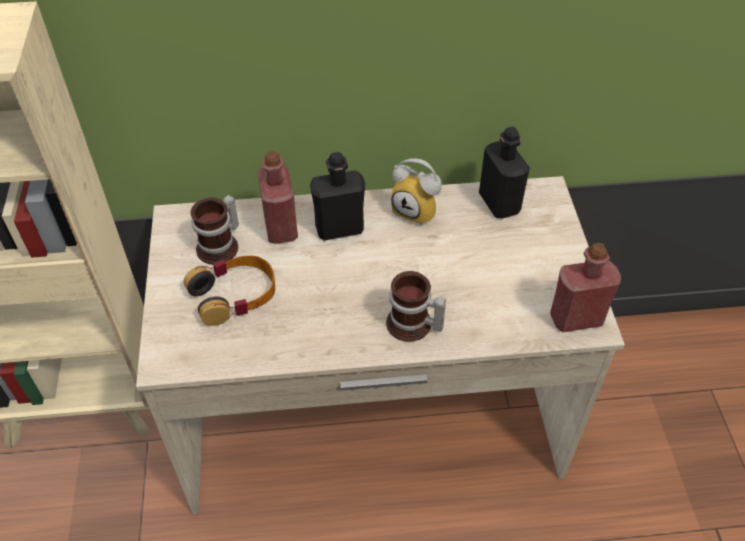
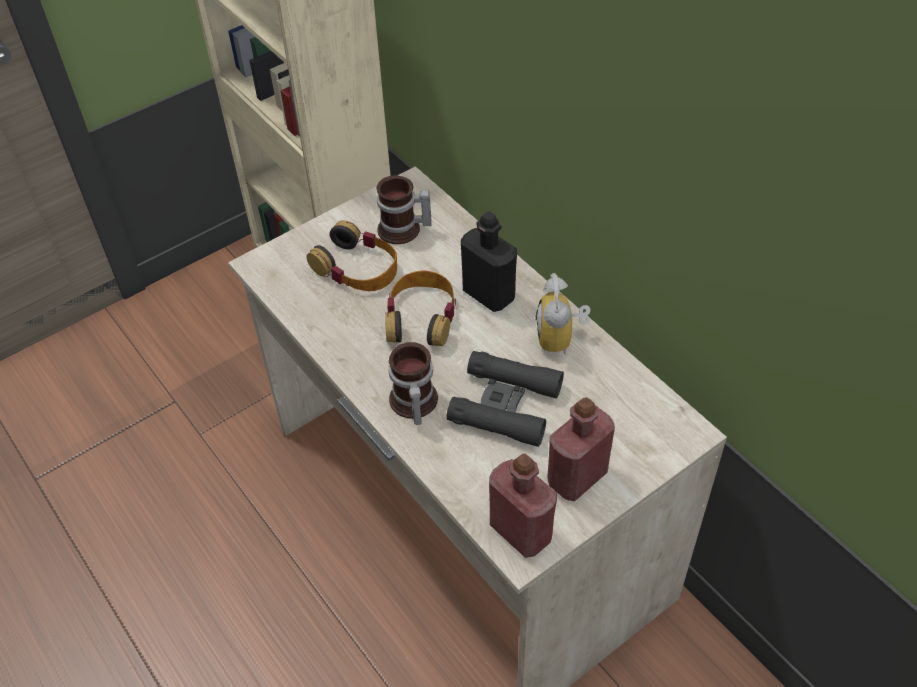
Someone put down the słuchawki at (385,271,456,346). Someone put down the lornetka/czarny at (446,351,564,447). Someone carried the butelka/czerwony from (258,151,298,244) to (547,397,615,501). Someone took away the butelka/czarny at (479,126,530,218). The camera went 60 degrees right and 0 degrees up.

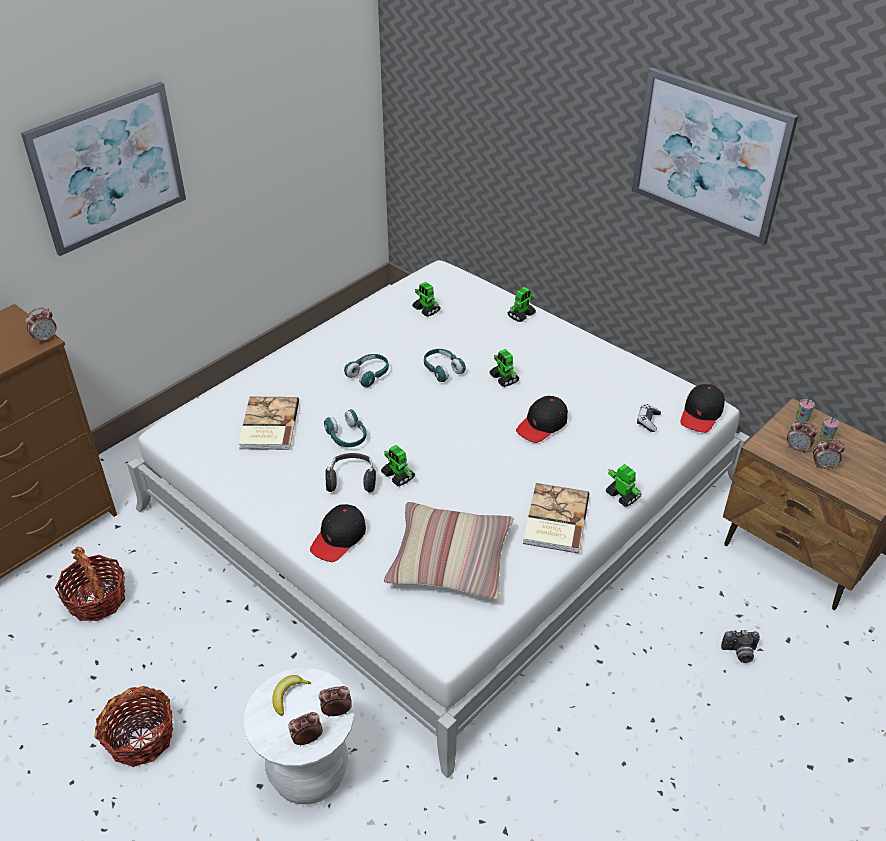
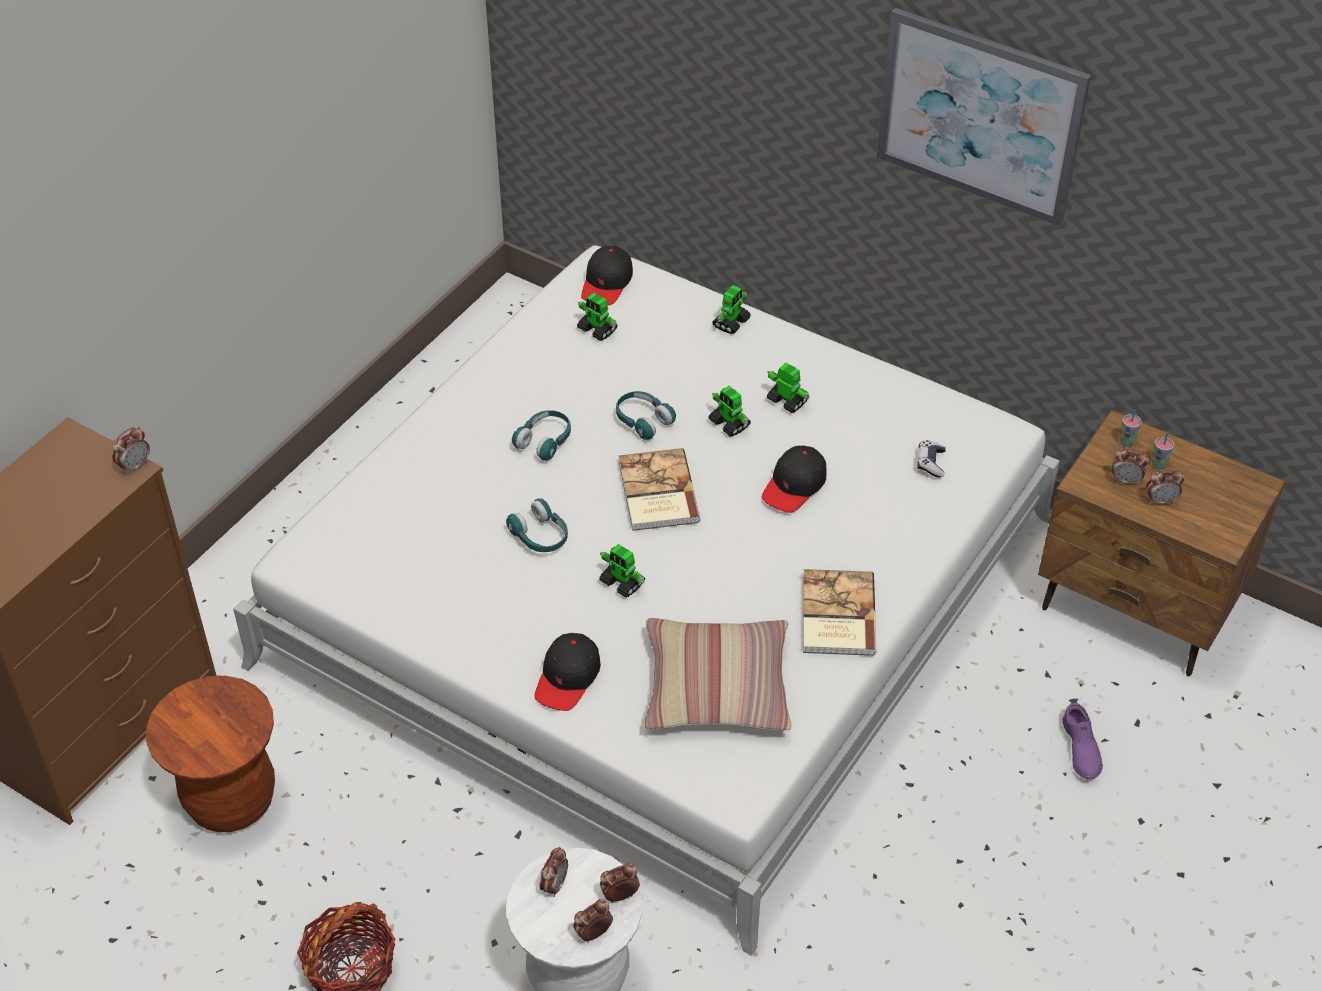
Someone swapped the koszyk at (55,547,125,621) for the stołek/brązowy at (146,676,275,832). Someone swapped the banan at (272,675,311,716) for the budzik at (540,847,568,897). Someone carried the czapka z daszkiem/czarny from (680,384,725,433) to (581,246,633,305). Someone carried the książka from (238,397,299,450) to (619,448,701,531). Someone carried the robot zabawkowy from (606,464,642,507) to (767,363,810,413). Someone swapped the aparat fotograficzny at (721,630,760,663) for the but/fioletowy at (1063,699,1103,779). Someone took away the obraz at (21,82,186,256). Someone took away the słuchawki at (325,453,376,493). The camera went 10 degrees left and 5 degrees up.

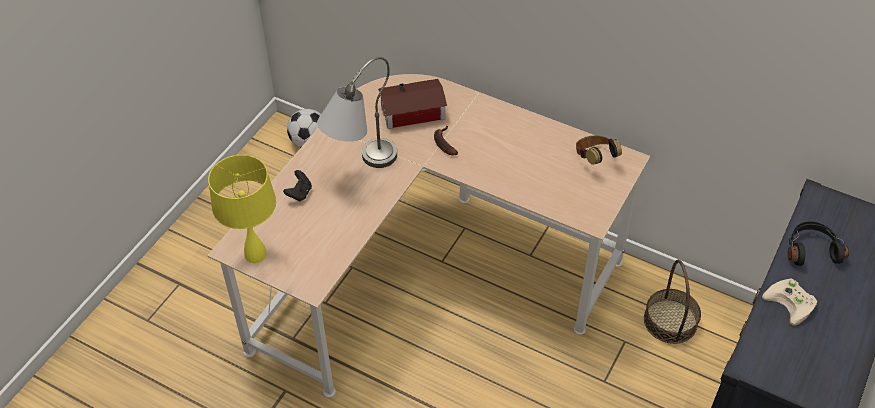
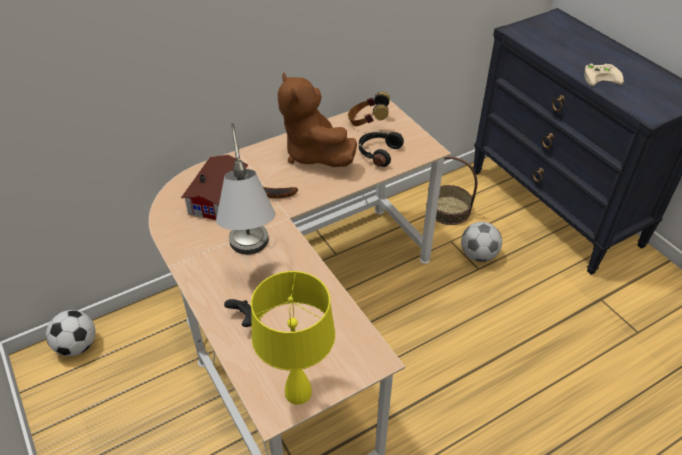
Someone put down the pluszak/brązowy at (278,72,357,167). Someone carried the słuchawki/czarny from (788,221,849,266) to (359,131,404,167). Someone put down the piłka futbolowa at (461,222,502,262). The camera went 60 degrees left and 5 degrees down.

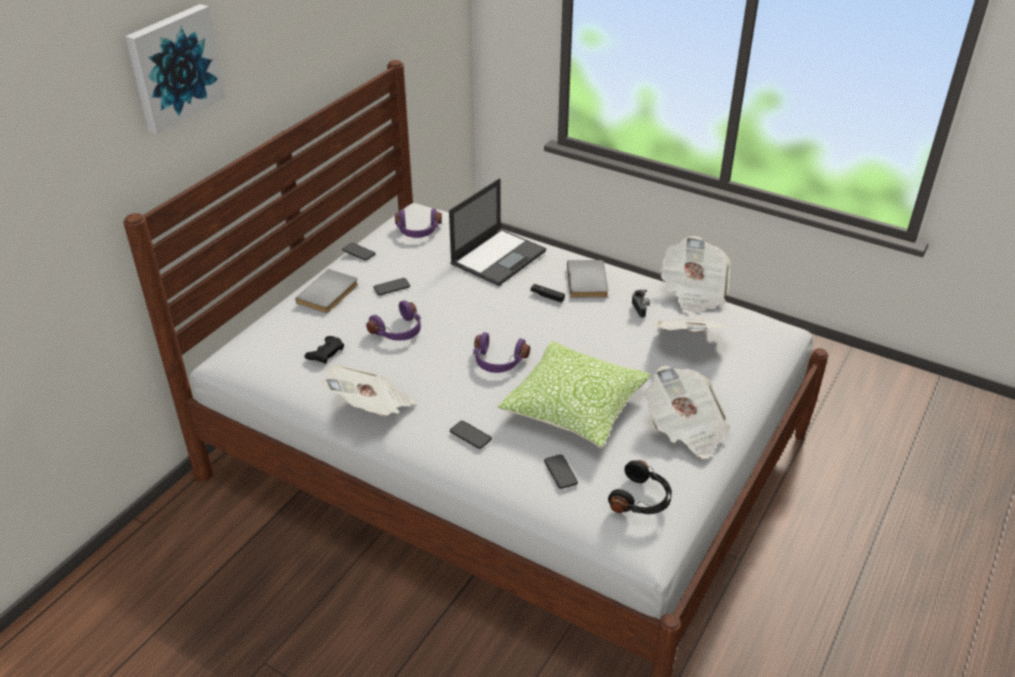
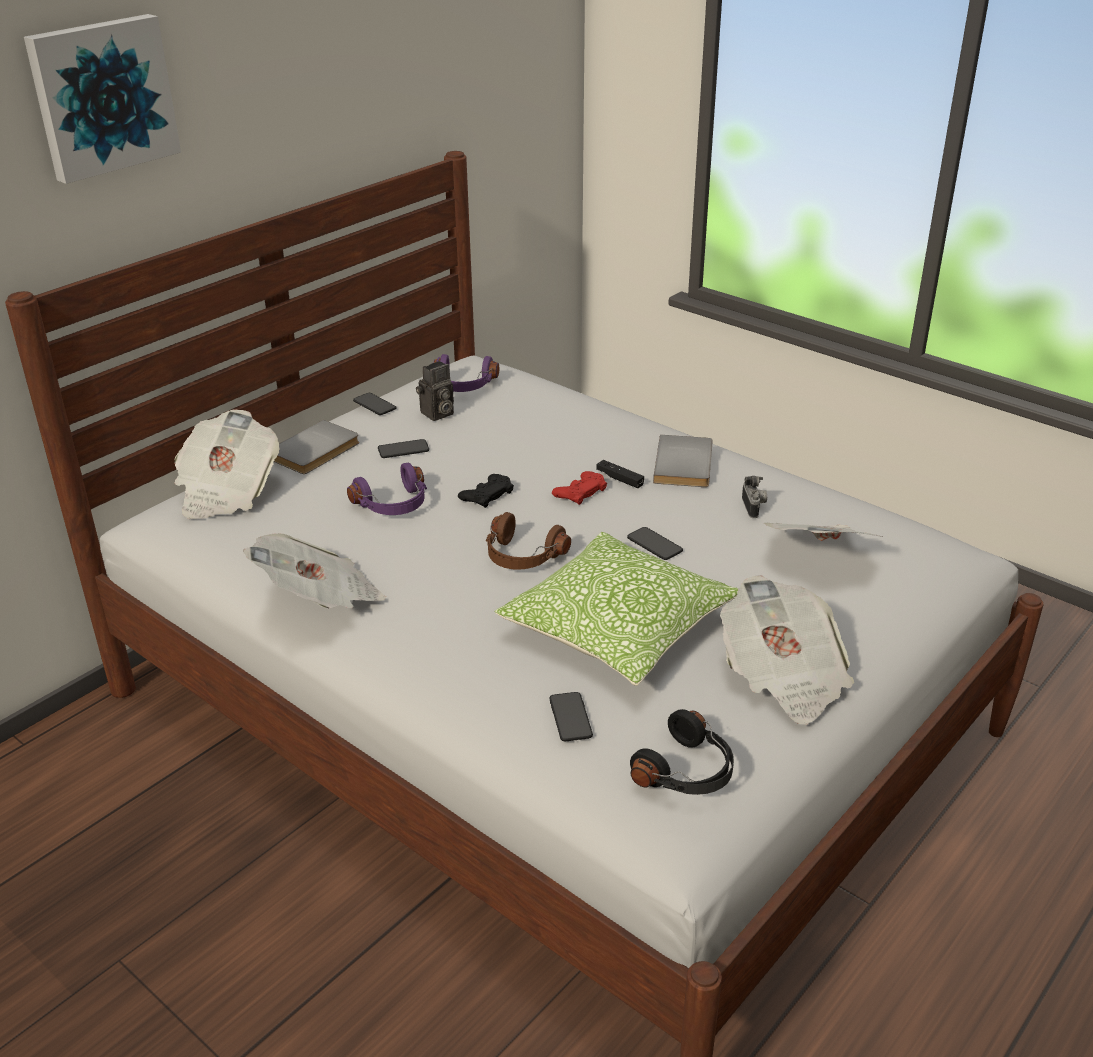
Someone carried the gazeta from (660,236,731,314) to (174,409,279,519). Someone put down the aparat fotograficzny at (416,361,454,421). Someone carried the pad do gier/czarny from (304,336,344,364) to (458,474,514,508). Someone repainted the słuchawki/fioletowy at (473,332,530,373), which became the słuchawki/brązowy at (486,512,571,570). Someone put down the pad do gier/czerwony at (552,471,607,505). Someone carried the telefon from (450,421,492,449) to (627,527,683,560). Someone took away the laptop at (449,178,546,286). The camera went 10 degrees right and 5 degrees down.

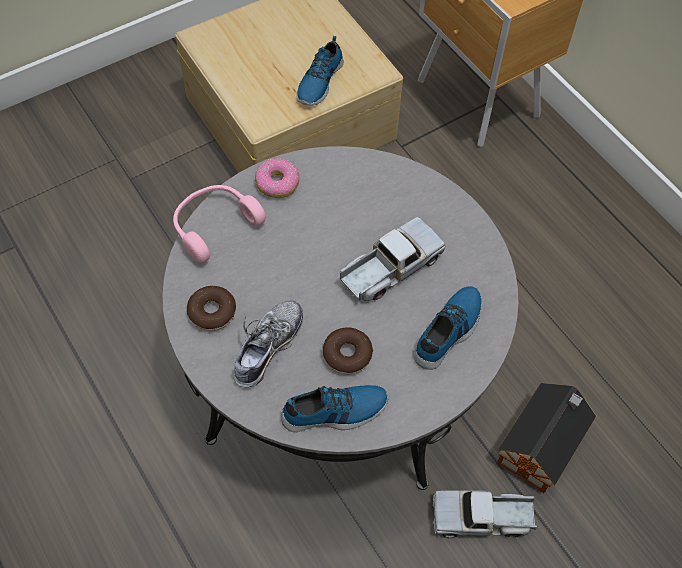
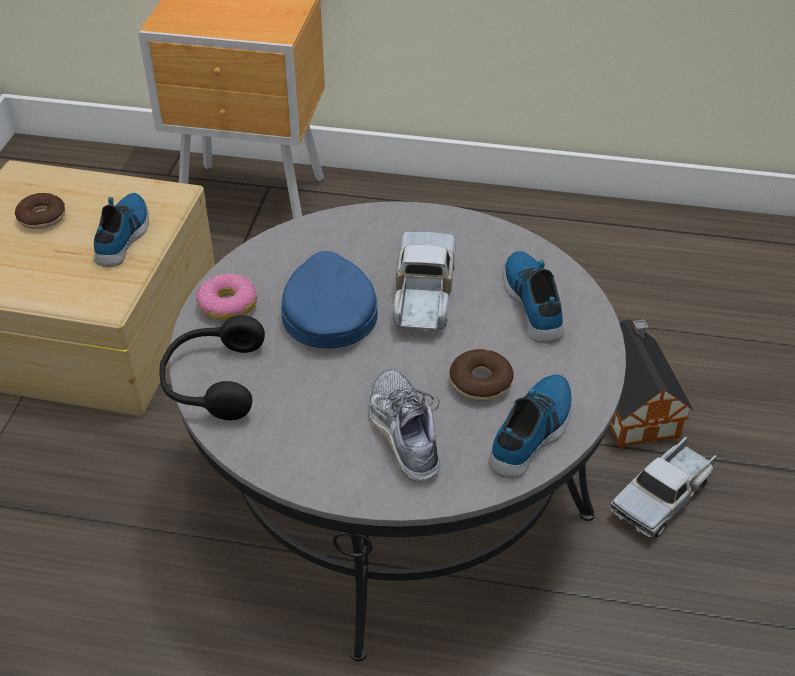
Someone carried the donut from (187,286,236,331) to (15,193,65,229). Someone rotated the but at (297,36,344,106) by 150 degrees counterclockwise. Someone repainted the słuchawki/różowy at (173,185,266,263), which became the słuchawki/czarny at (159,315,265,420). Someone put down the czapka z daszkiem/niebieski at (281,251,378,349). The camera went 45 degrees left and 15 degrees down.

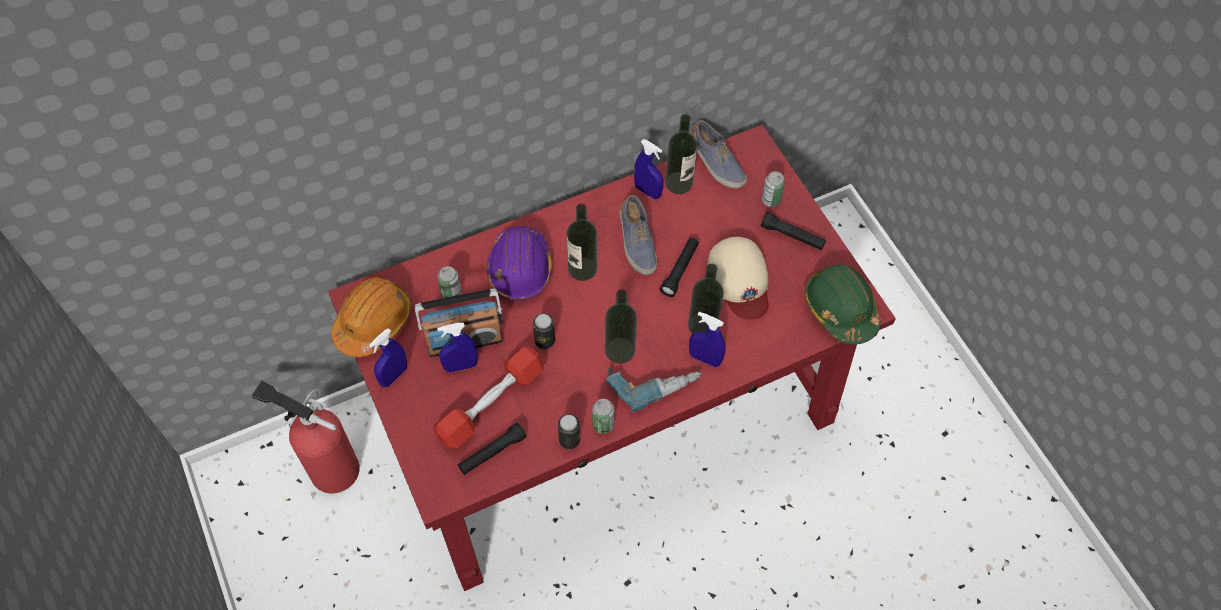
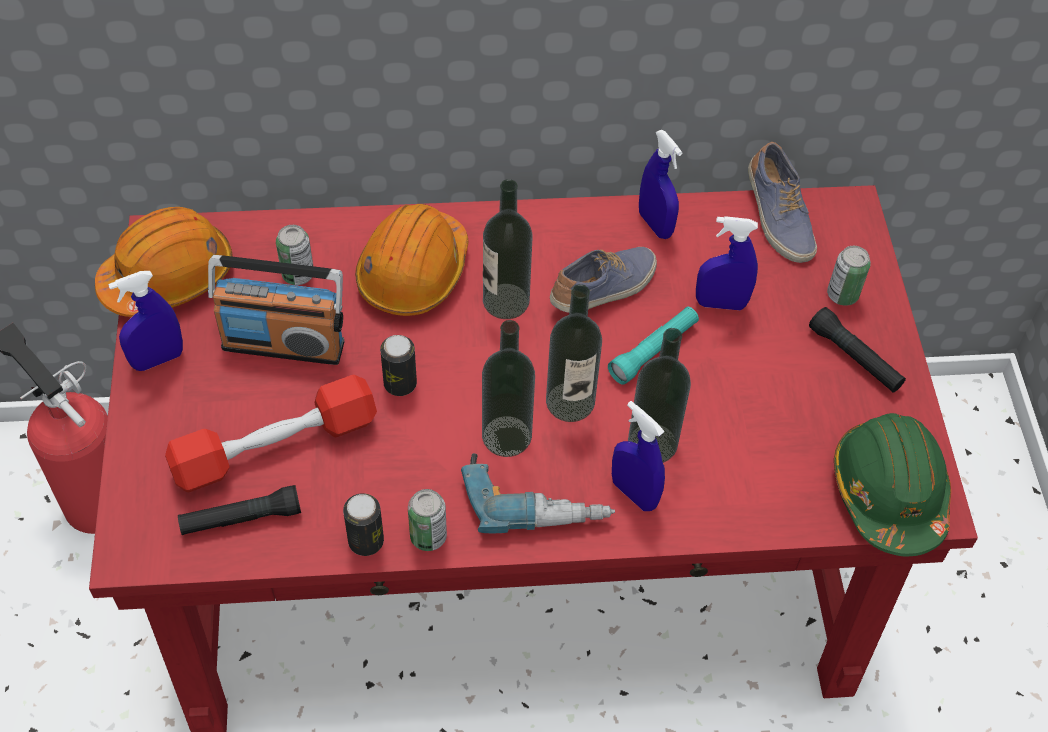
Someone repainted the kask/fioletowy at (487,226,552,301), which became the kask/pomarańczowy at (355,204,468,316). Someone carried the butelka from (665,114,697,194) to (546,284,602,422). Someone rotated the but at (619,195,657,275) by 135 degrees counterclockwise. Someone repainted the latarka/czarny at (660,238,699,297), which became the latarka/turkusowy at (608,307,699,385). Someone carried the spryskiwacz/niebieski from (437,323,478,372) to (696,216,758,310). Someone took away the czapka z daszkiem/beżowy at (707,237,769,320). The camera went 20 degrees right and 5 degrees down.

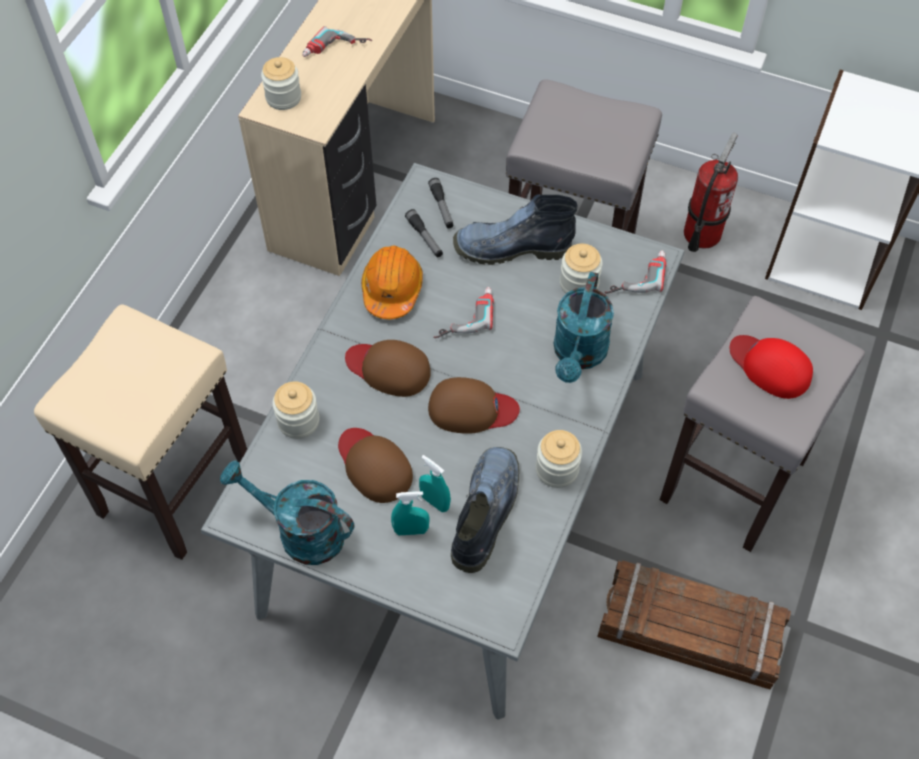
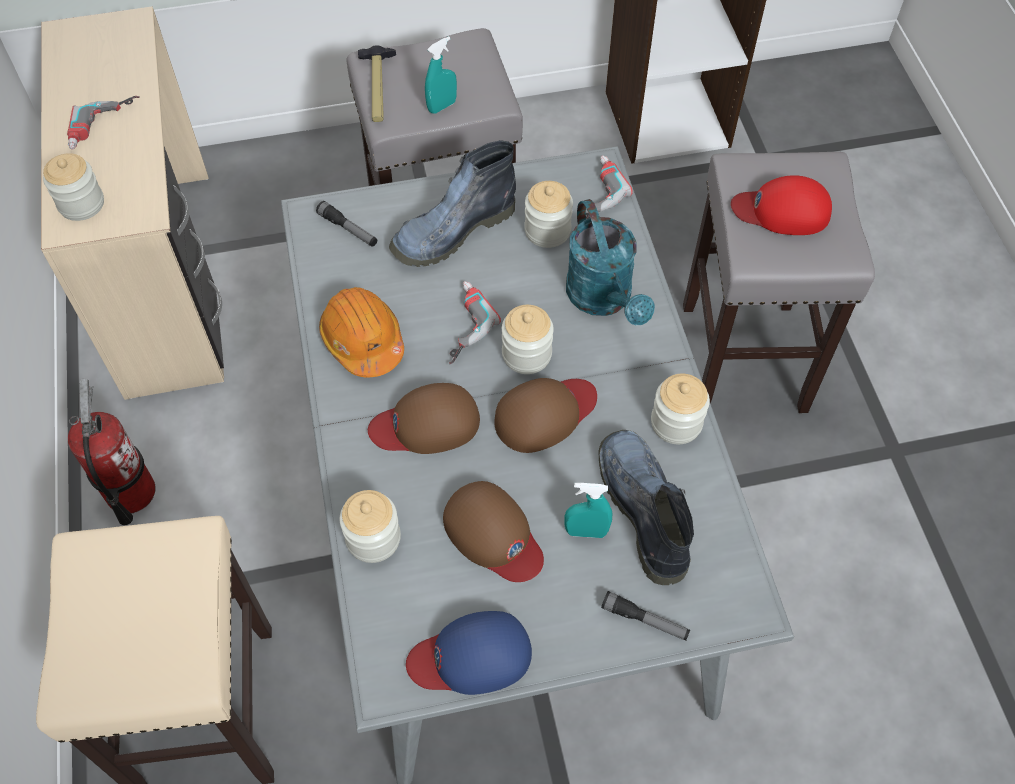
Someone carried the gaśnica from (684,133,738,252) to (68,378,155,525). Someone put down the młotek at (358,45,396,122). Someone swapped the konewka/turkusowy at (220,460,355,565) for the czapka z daszkiem/niebieski at (406,611,532,695). Someone carried the spryskiwacz/turkusowy from (391,491,430,535) to (425,36,457,114). Someone rotated the czapka z daszkiem/brązowy at (338,428,413,503) by 150 degrees counterclockwise. Someone put down the słoik at (502,305,554,374). Someone carried the latarka from (405,209,443,257) to (601,591,690,640). Someone took away the skrzynka at (597,560,791,689). The camera went 35 degrees left and 0 degrees up.

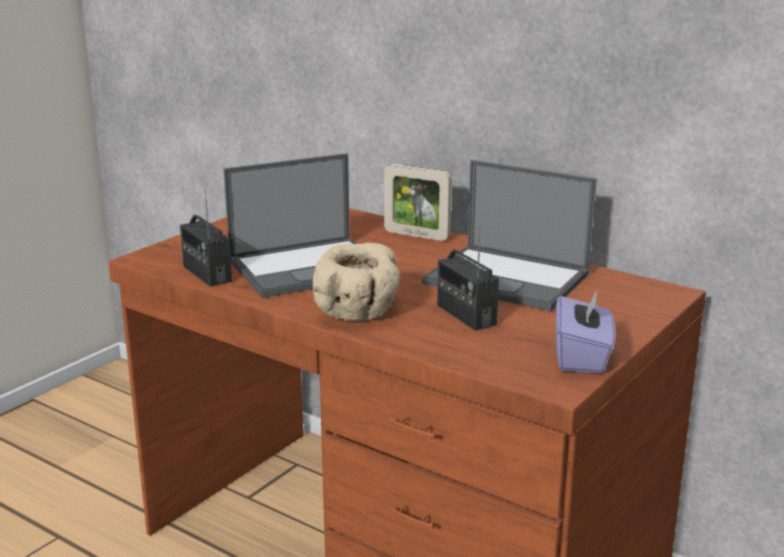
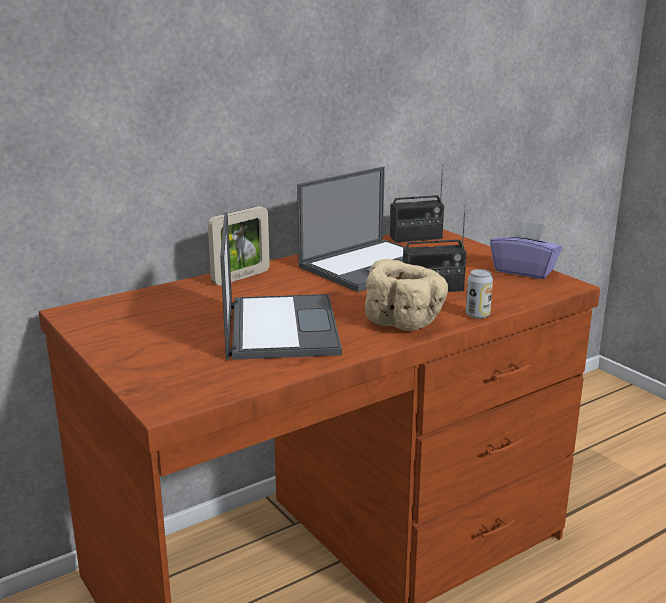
Someone carried the radio from (180,191,232,287) to (390,165,444,243). Someone put down the puszka at (466,269,493,319). The camera went 70 degrees left and 0 degrees up.

